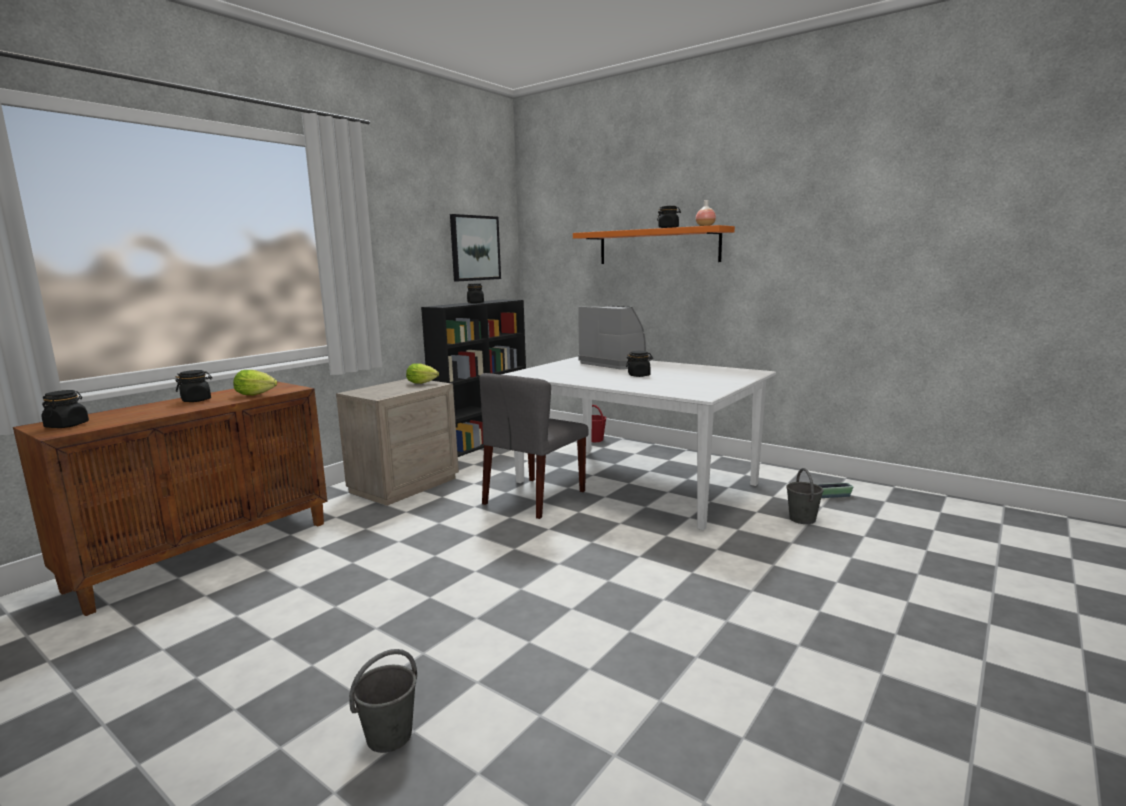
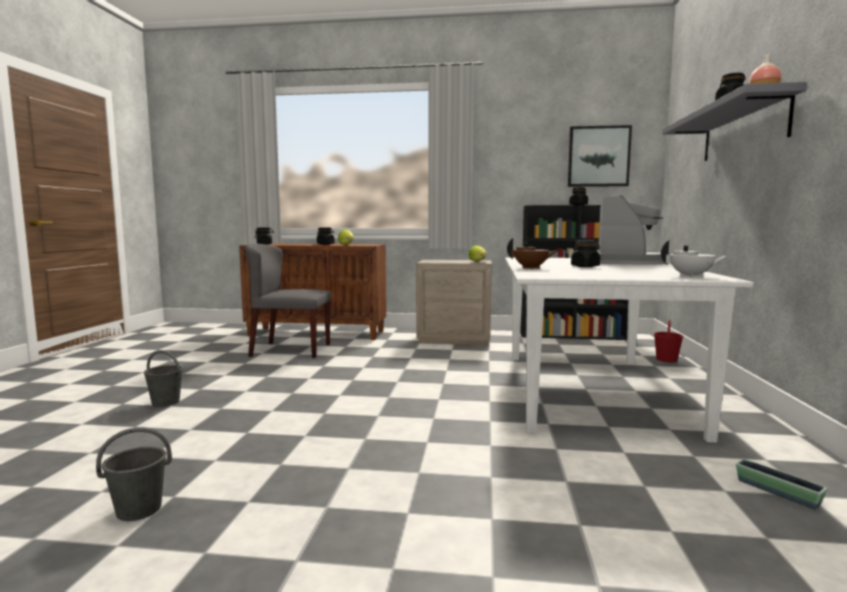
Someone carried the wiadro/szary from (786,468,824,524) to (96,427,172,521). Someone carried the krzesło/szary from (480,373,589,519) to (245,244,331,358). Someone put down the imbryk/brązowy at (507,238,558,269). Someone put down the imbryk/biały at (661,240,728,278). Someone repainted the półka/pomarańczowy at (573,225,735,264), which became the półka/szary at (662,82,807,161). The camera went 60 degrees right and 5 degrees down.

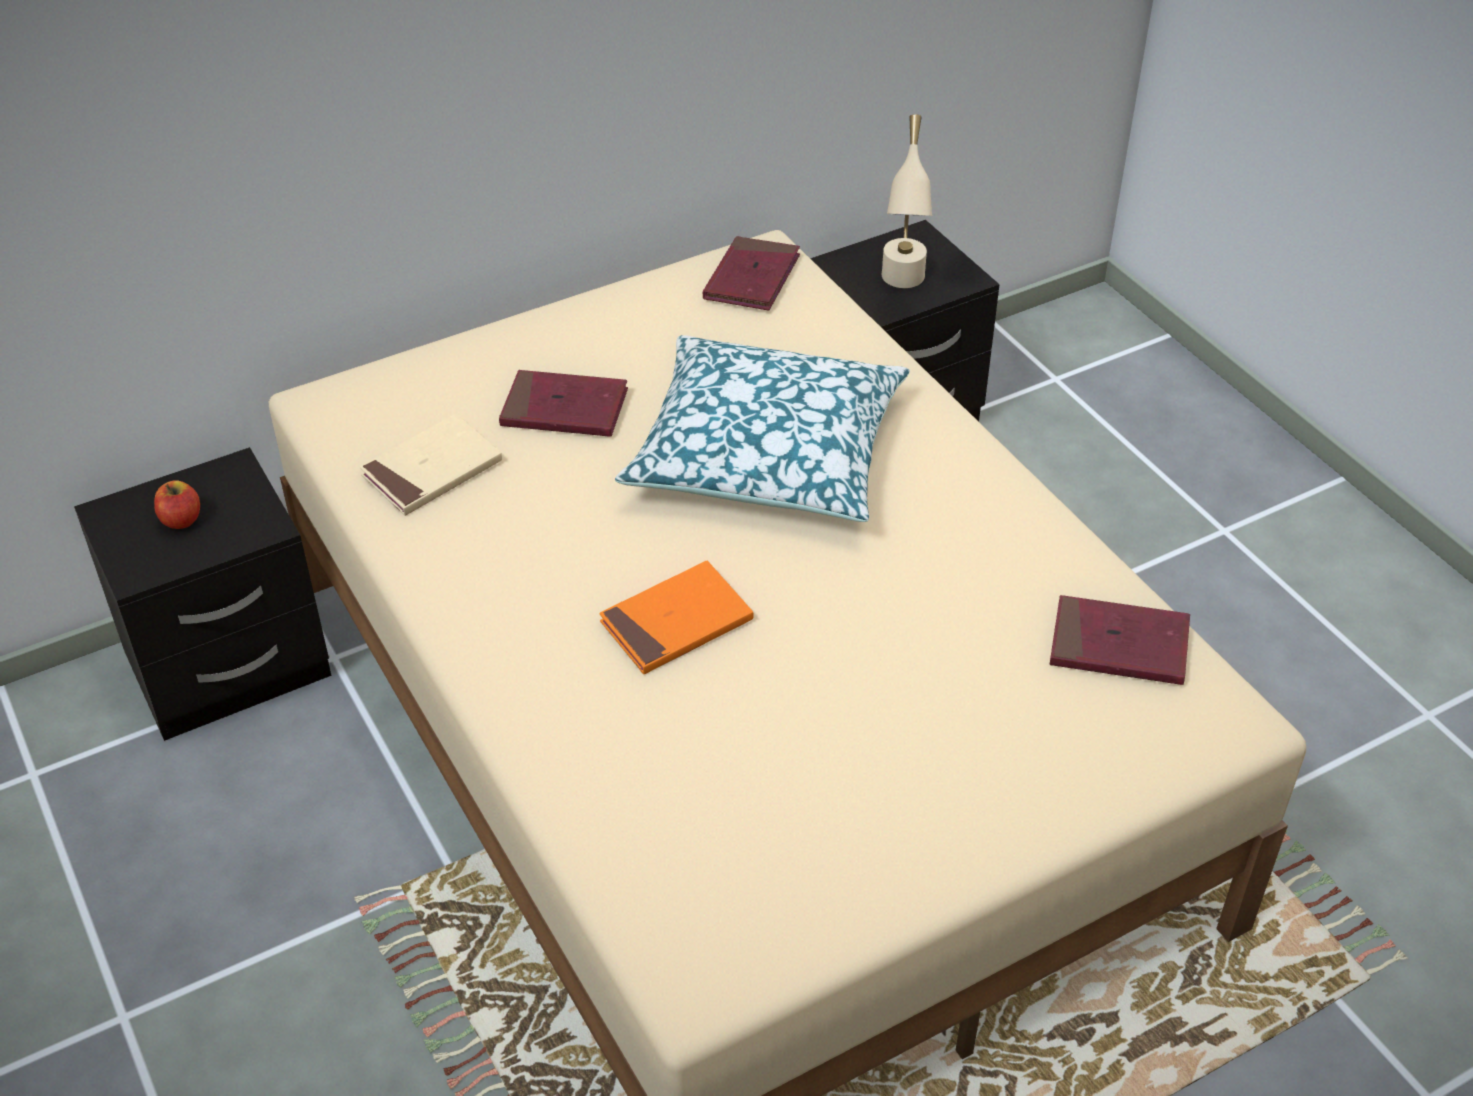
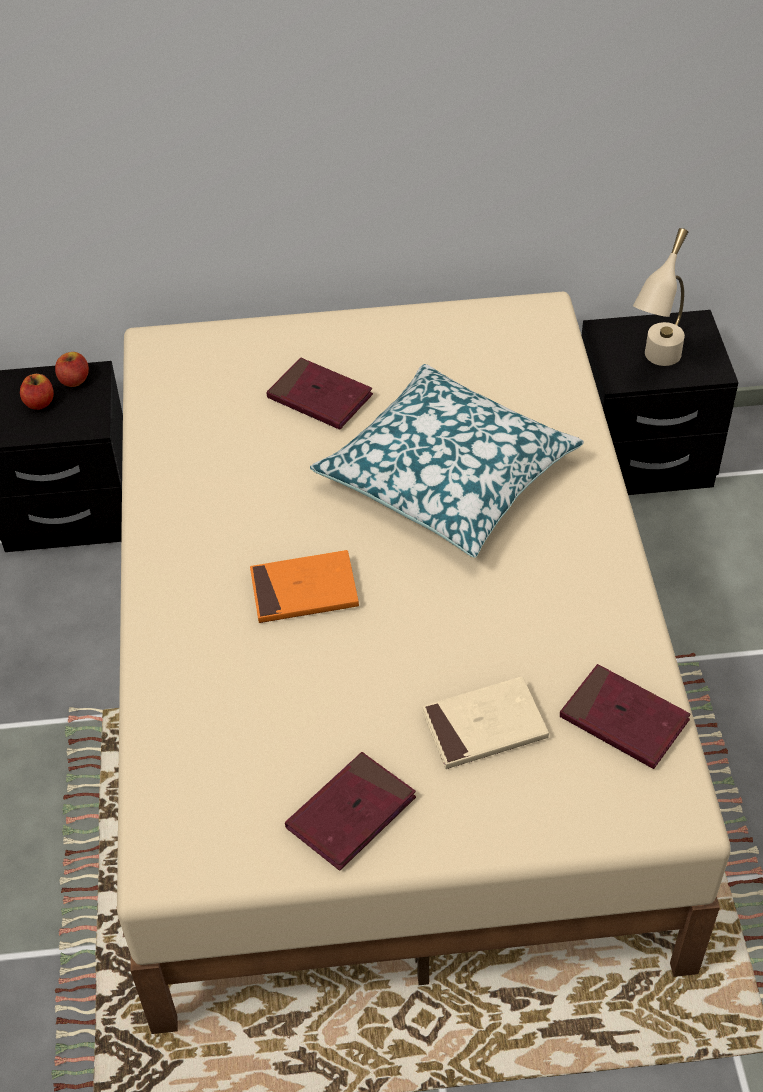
Someone put down the jabłko at (55,352,89,387). Someone carried the książka/czerwony from (703,236,800,311) to (285,752,416,871). Someone carried the książka/beżowy from (360,414,502,516) to (422,677,549,769). The camera went 25 degrees right and 5 degrees up.

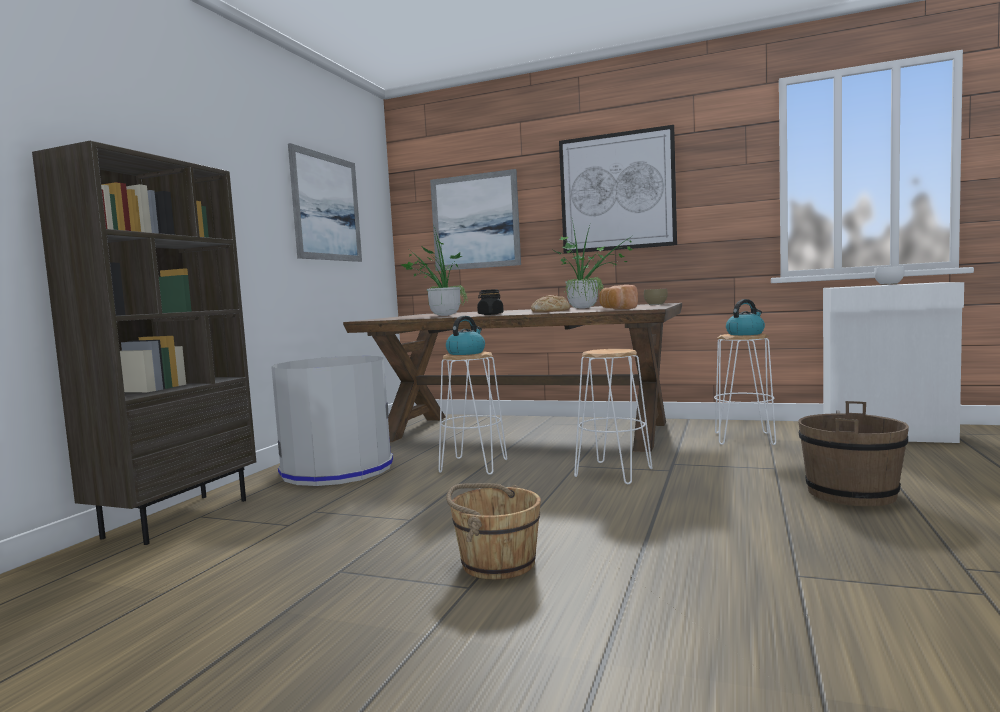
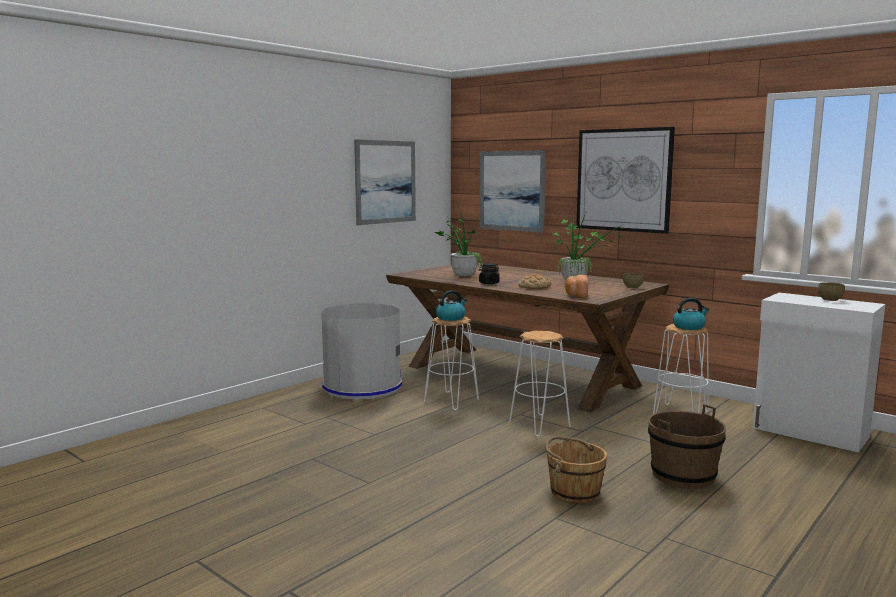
Someone carried the wiadro/brązowy from (446,483,541,580) to (545,436,607,503). Someone repainted the miska/biały at (874,266,905,285), which became the miska/brązowy at (818,282,845,301). Someone took away the regał/brązowy at (32,141,256,545). The camera went 20 degrees right and 5 degrees up.

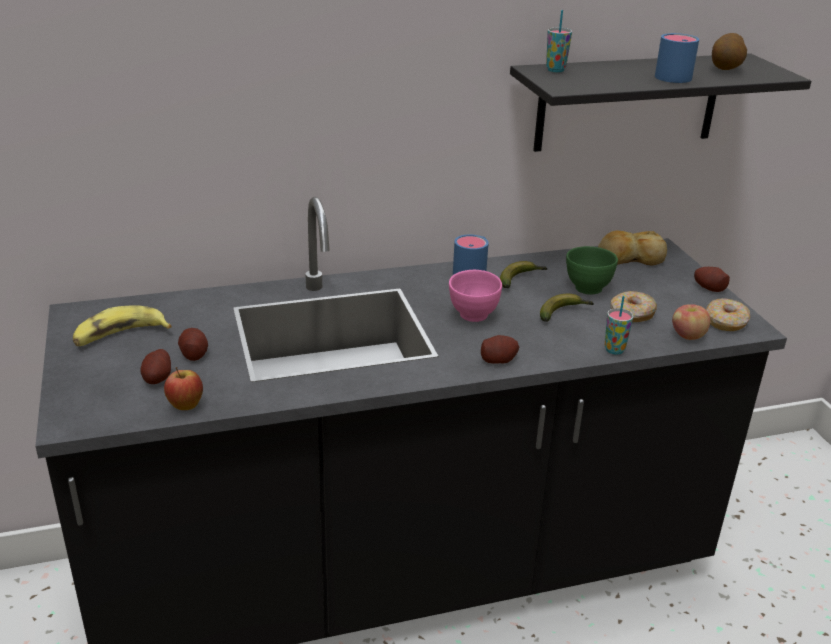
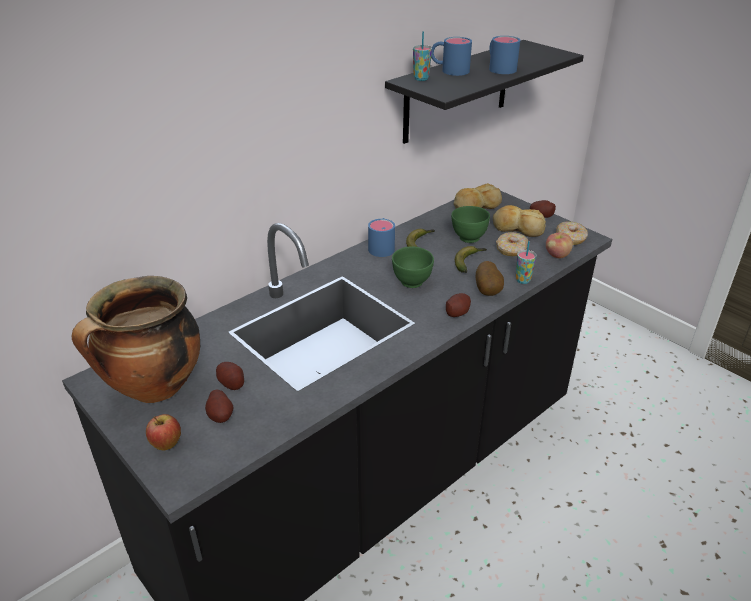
Someone swapped the banan at (73,305,172,346) for the garnek at (72,276,200,403). Someone carried the jabłko from (164,367,203,410) to (146,414,181,450). Someone repainted the miska/różowy at (449,270,502,322), which became the miska/zielony at (392,246,434,288). Someone put down the kubek/niebieski at (431,37,472,76). Someone carried the ziemniak from (712,33,747,70) to (476,261,504,296). Someone put down the chleb at (493,205,546,237). The camera went 25 degrees left and 5 degrees up.

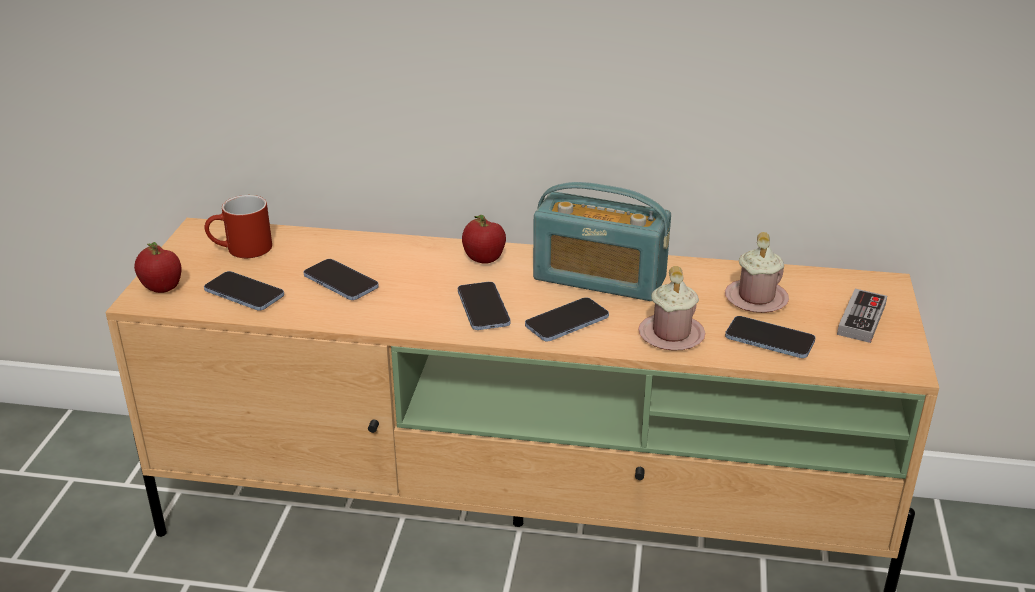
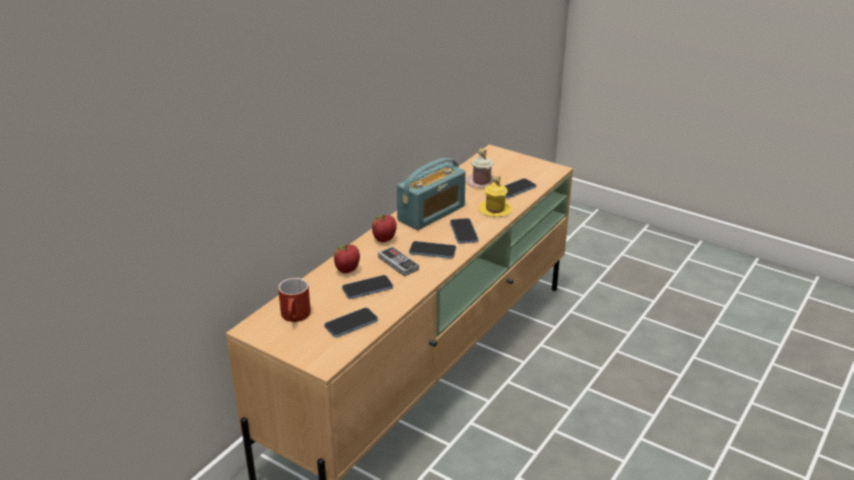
Someone carried the jabłko from (134,242,182,293) to (334,244,360,273). Someone carried the pad do gier from (837,289,887,343) to (378,246,419,277). Someone repainted the kubek/różowy at (638,266,705,351), which became the kubek/żółty at (479,175,512,217). The camera went 65 degrees left and 0 degrees up.

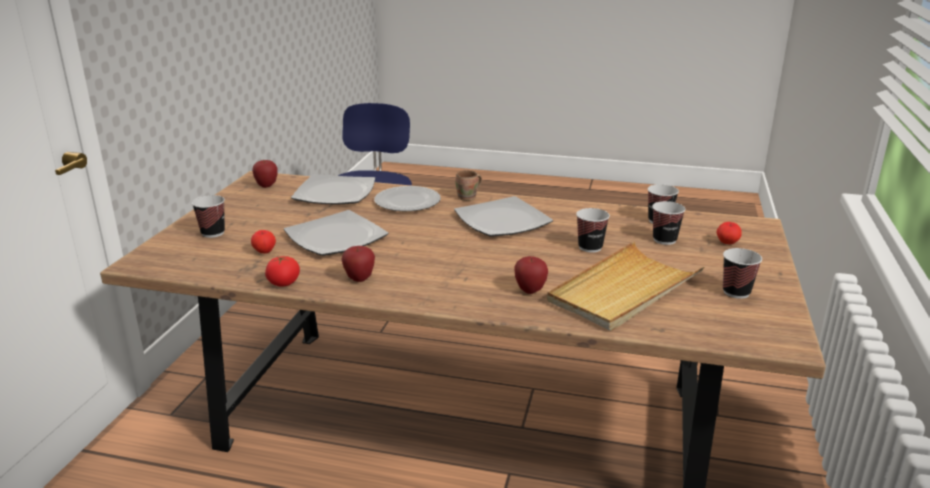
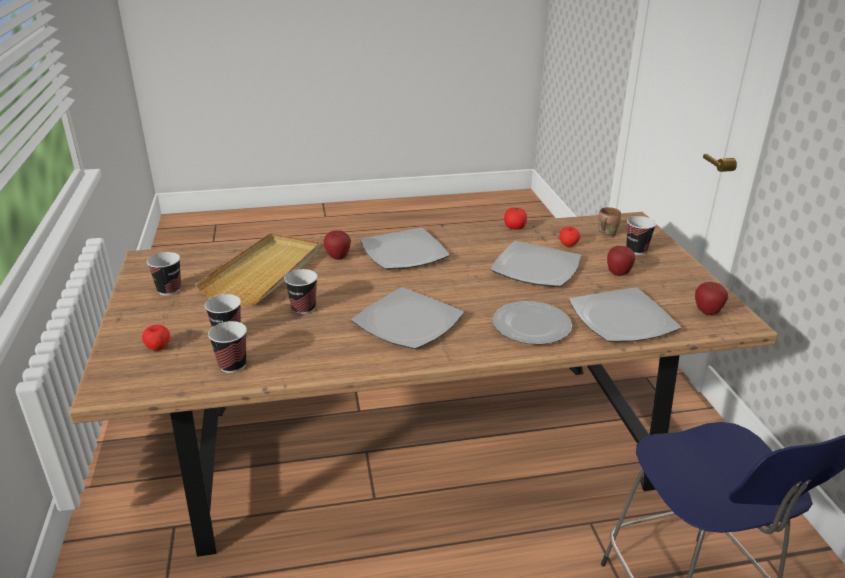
Someone put down the talerz at (360,228,450,270). Someone carried the kubek/brązowy from (455,170,482,201) to (598,207,621,237). Someone carried the jabłko from (341,246,375,282) to (607,246,636,276). The camera went 155 degrees right and 5 degrees up.

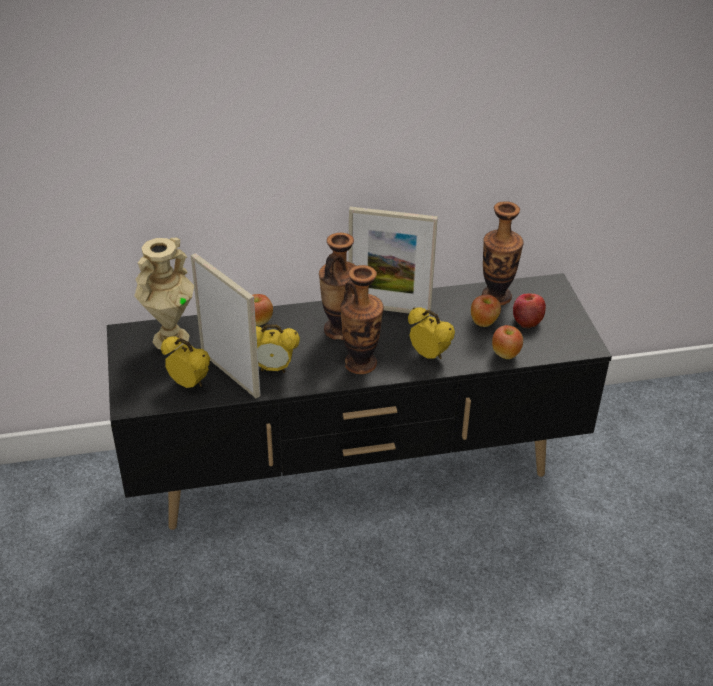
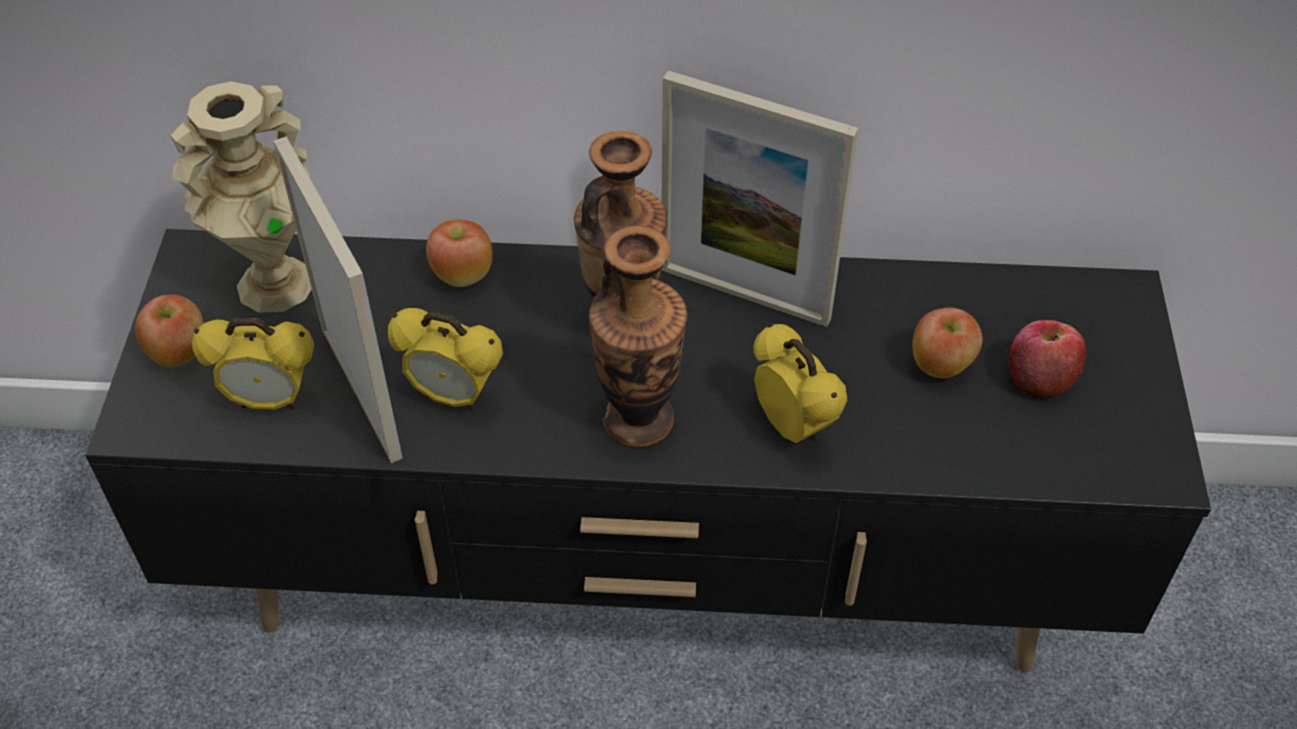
Someone carried the jabłko from (492,325,523,359) to (135,294,203,367). Someone rotated the budzik at (161,336,210,388) by 135 degrees clockwise. Someone took away the wazon at (482,201,523,305). The camera went 15 degrees right and 10 degrees up.

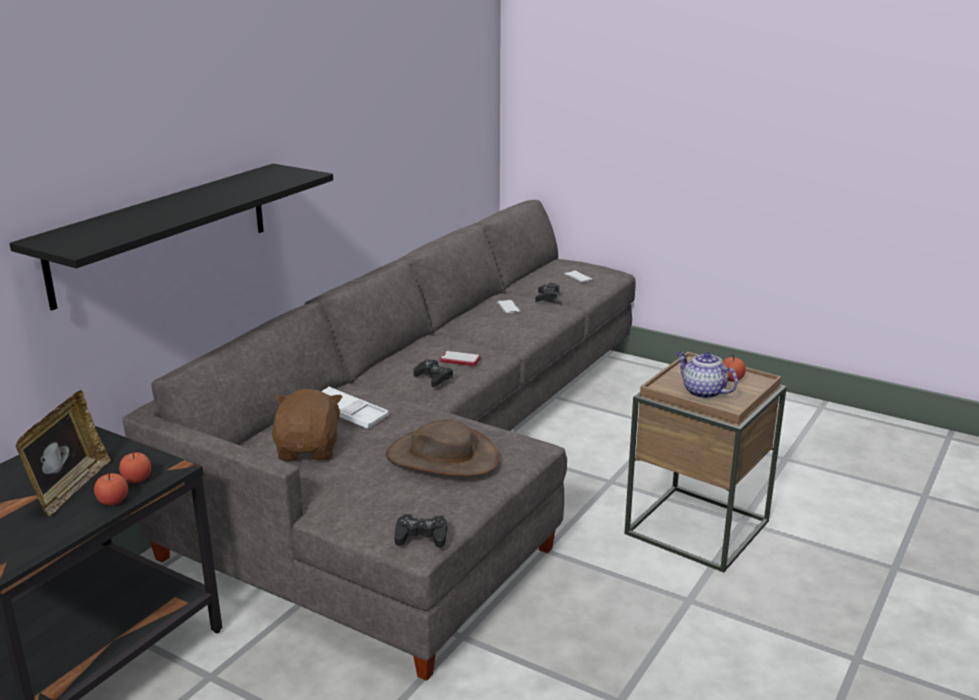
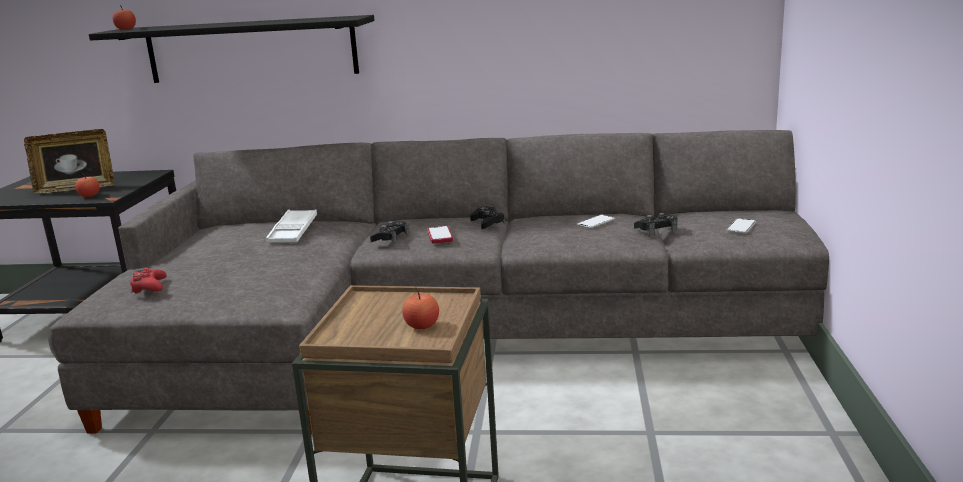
Someone carried the jabłko from (94,471,128,505) to (113,5,136,30). Someone put down the pad do gier/czerwony at (130,268,167,293). Someone carried the pad do gier/czarny from (394,514,447,548) to (470,206,505,229). Someone took away the pluszak/brązowy at (272,389,342,460). Someone took away the kapelusz/brązowy at (386,419,499,476). Someone took away the imbryk at (676,352,738,399). The camera went 65 degrees right and 5 degrees down.

